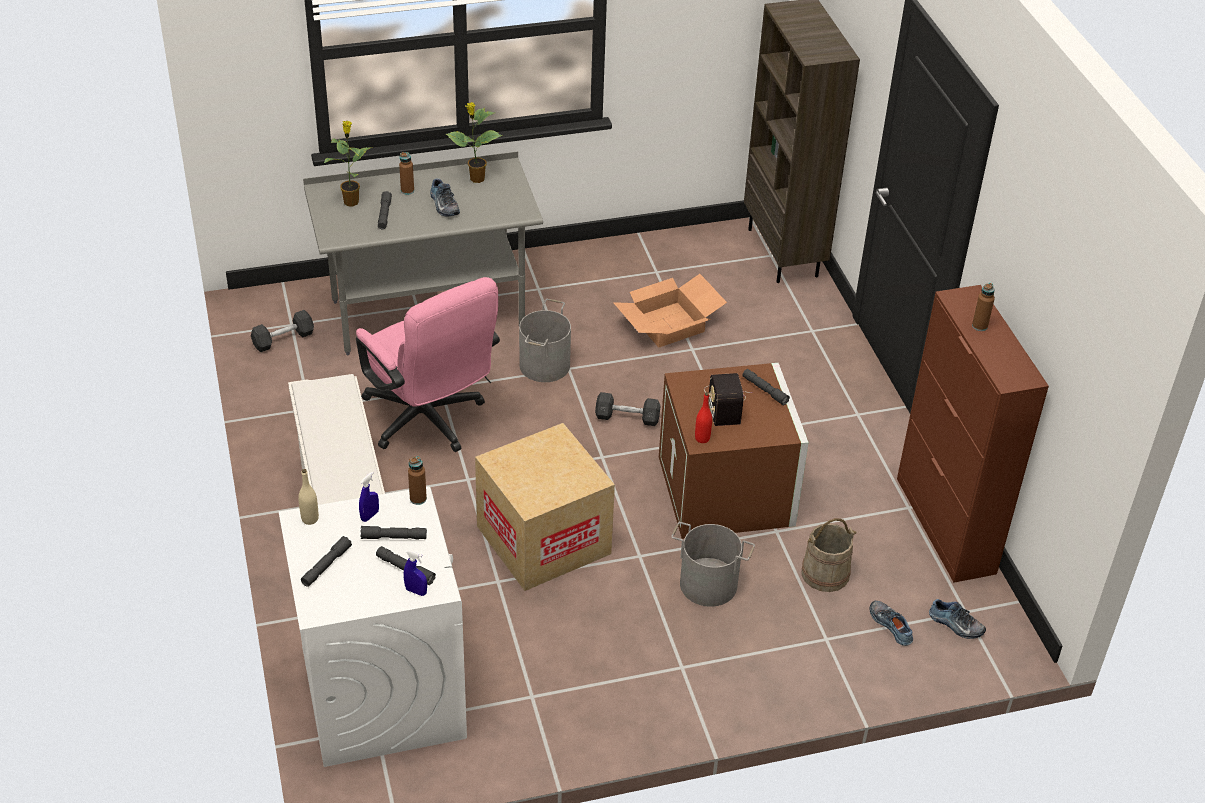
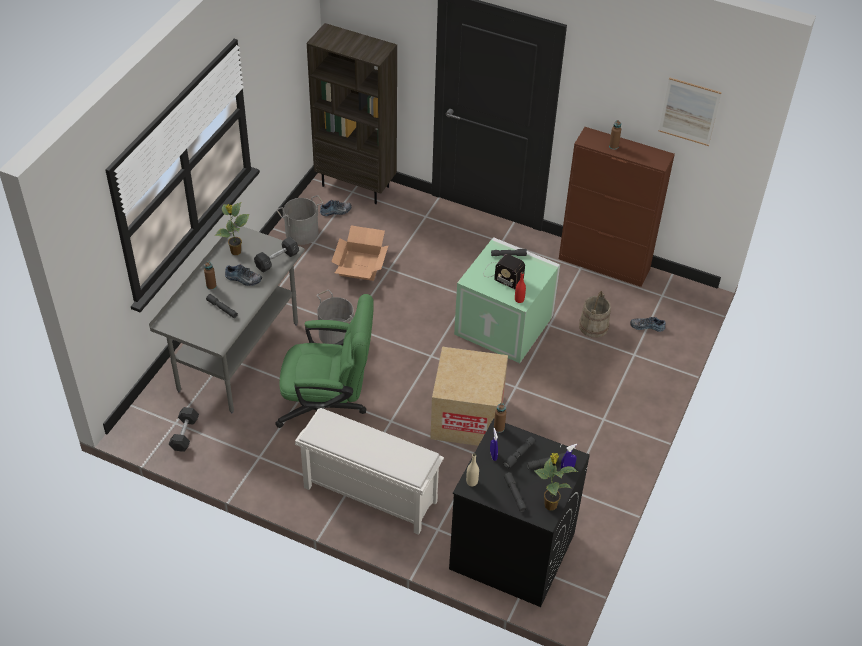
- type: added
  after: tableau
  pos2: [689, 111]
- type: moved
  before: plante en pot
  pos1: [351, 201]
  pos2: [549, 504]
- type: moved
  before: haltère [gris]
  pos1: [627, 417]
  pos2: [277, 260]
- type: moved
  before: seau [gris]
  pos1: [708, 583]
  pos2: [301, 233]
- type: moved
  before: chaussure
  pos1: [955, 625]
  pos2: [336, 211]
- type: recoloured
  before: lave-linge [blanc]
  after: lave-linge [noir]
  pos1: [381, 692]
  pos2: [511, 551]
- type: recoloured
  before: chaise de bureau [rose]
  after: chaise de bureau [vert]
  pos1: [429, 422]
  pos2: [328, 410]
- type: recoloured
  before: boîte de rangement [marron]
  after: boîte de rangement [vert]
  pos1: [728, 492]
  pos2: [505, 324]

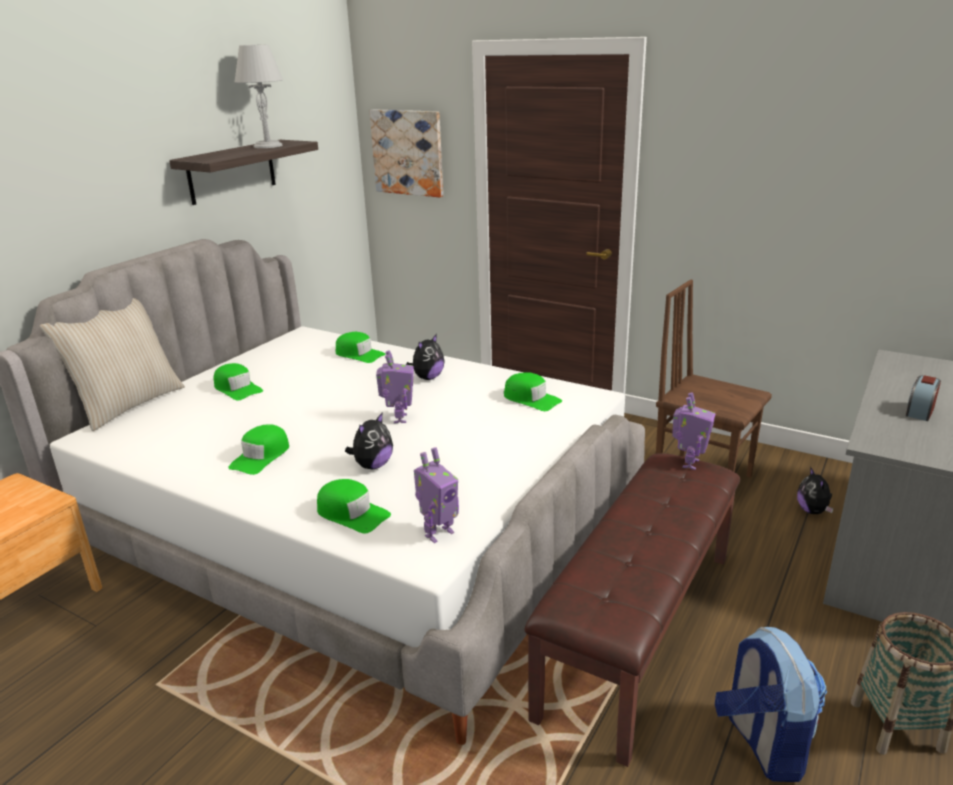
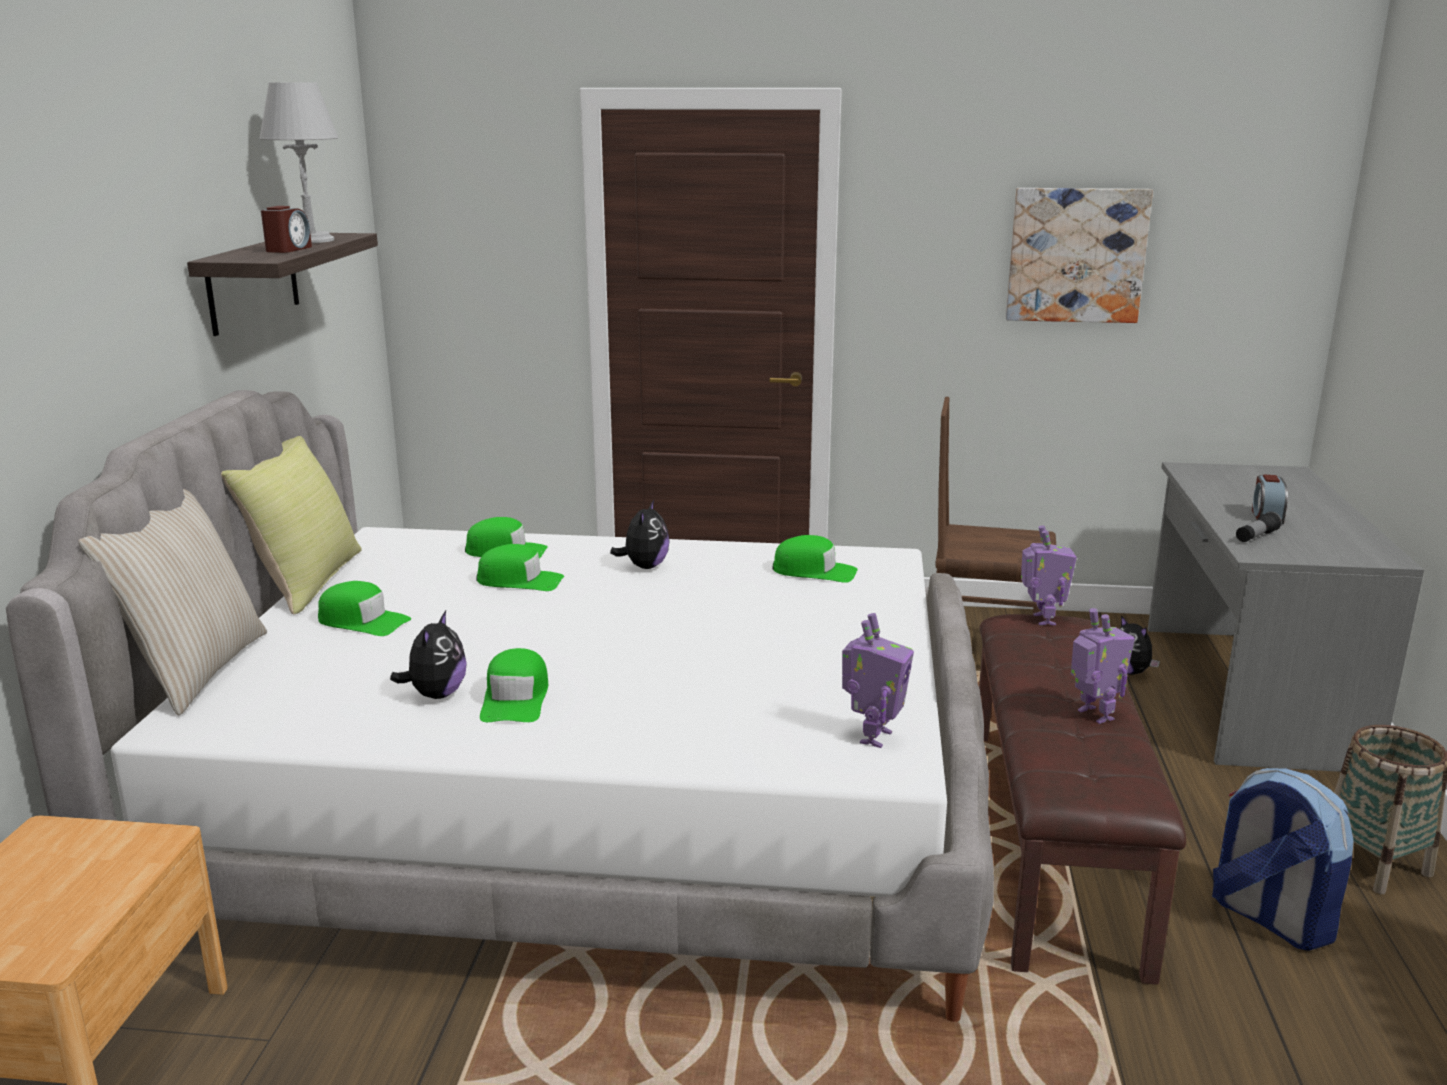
- type: added
  after: coussin [jaune]
  pos2: [306, 581]
- type: added
  after: réveil
  pos2: [288, 249]
- type: added
  after: lampe de poche
  pos2: [1256, 537]
- type: moved
  before: casquette [vert]
  pos1: [352, 513]
  pos2: [520, 581]
- type: moved
  before: peluche
  pos1: [372, 465]
  pos2: [436, 694]
- type: moved
  before: tableau
  pos1: [408, 152]
  pos2: [1076, 255]
- type: moved
  before: robot jouet
  pos1: [398, 418]
  pos2: [1094, 715]

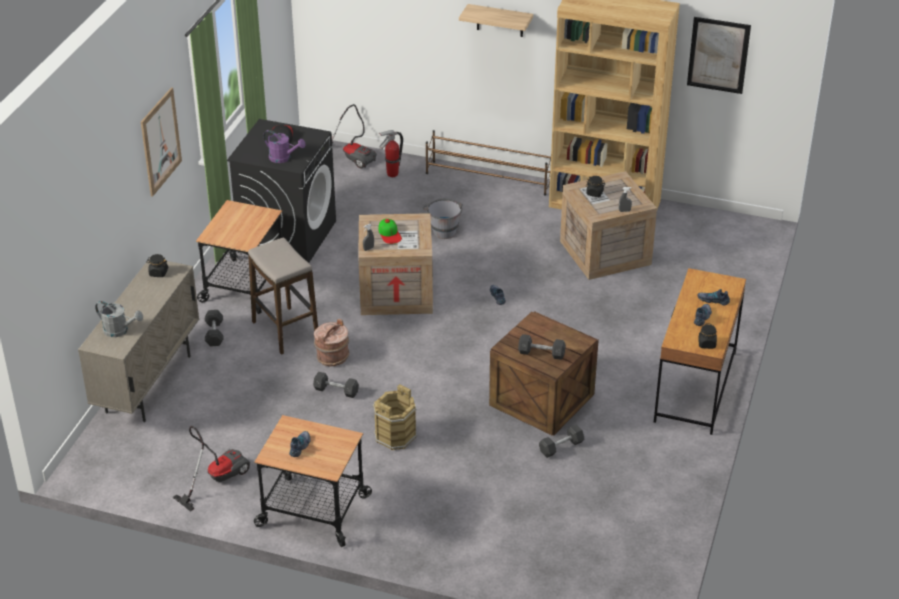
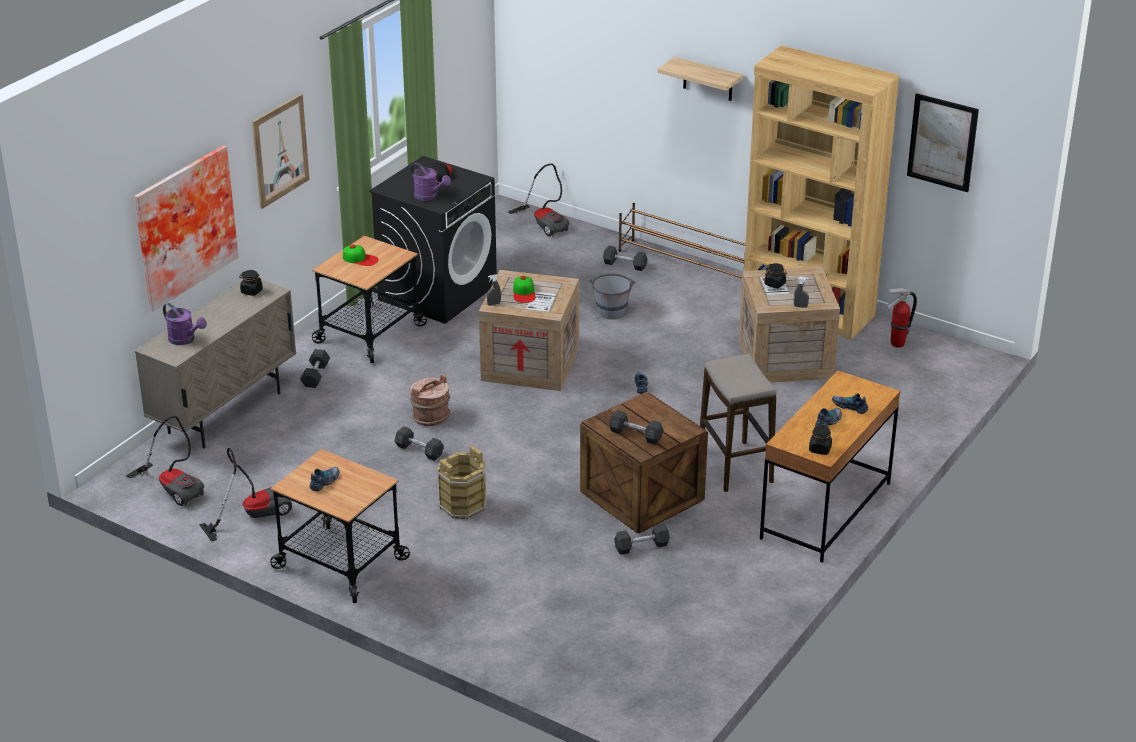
- type: added
  after: aspirateur
  pos2: [174, 487]
- type: added
  after: tableau
  pos2: [183, 226]
- type: added
  after: casquette
  pos2: [360, 259]
- type: added
  after: haltère [gris]
  pos2: [625, 265]
- type: moved
  before: tabouret
  pos1: [285, 331]
  pos2: [735, 467]
- type: moved
  before: extincteur
  pos1: [392, 174]
  pos2: [897, 344]
- type: recoloured
  before: arrosoir [gris]
  after: arrosoir [violet]
  pos1: [120, 331]
  pos2: [185, 340]

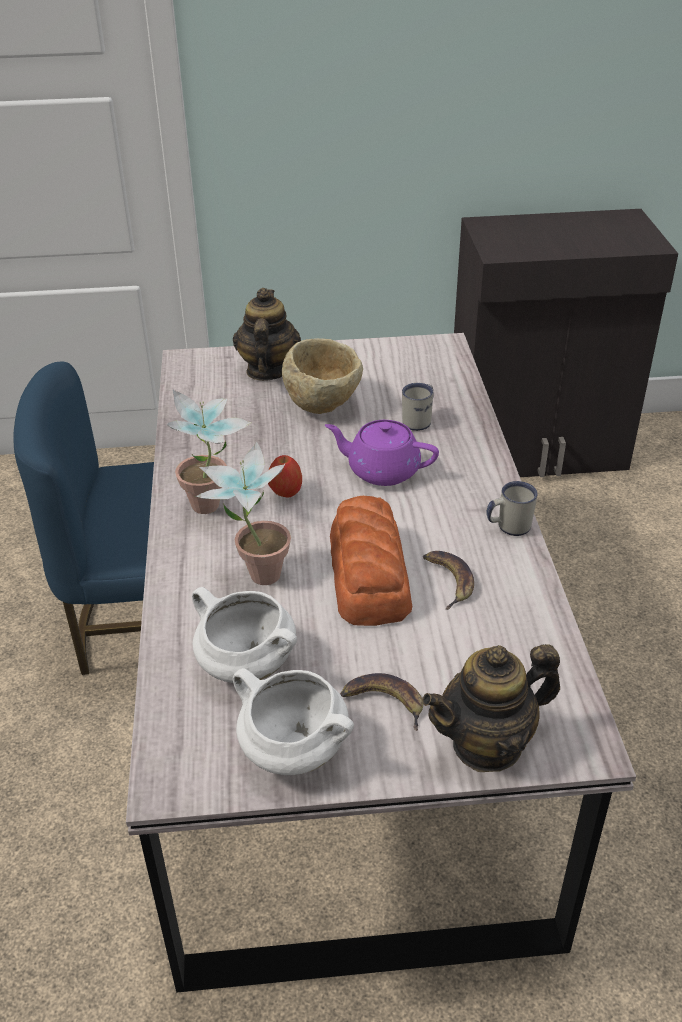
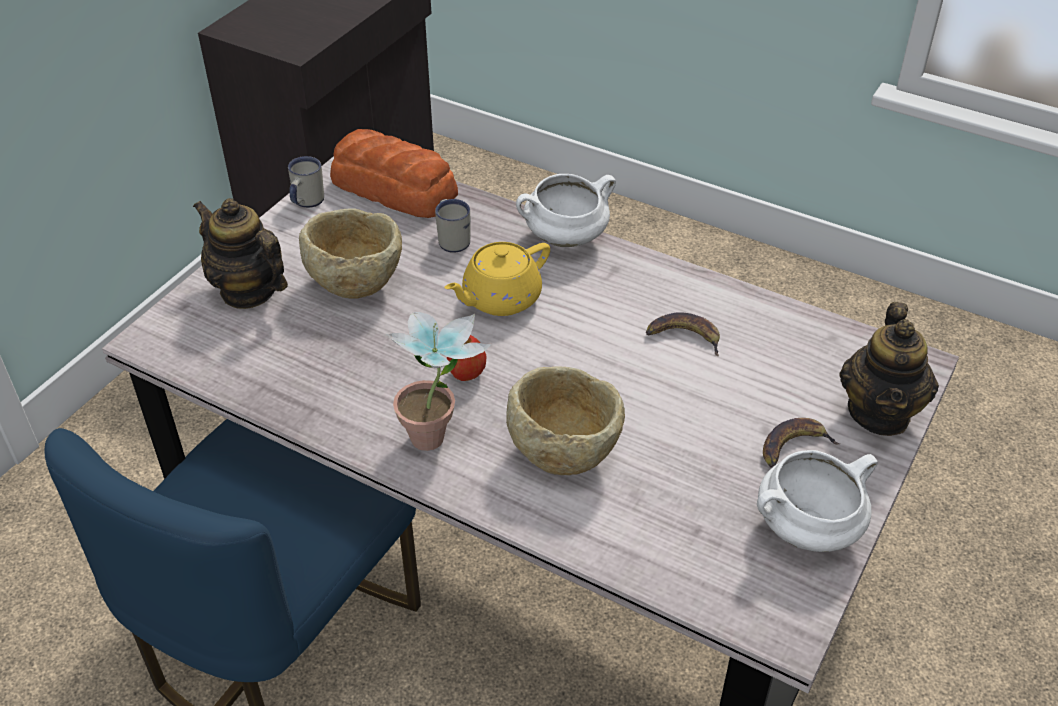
- type: moved
  before: marmite [blanc]
  pos1: [245, 665]
  pos2: [565, 239]
- type: moved
  before: pain
  pos1: [368, 575]
  pos2: [395, 189]
- type: moved
  before: mug [blanc]
  pos1: [508, 527]
  pos2: [306, 202]
- type: replaced
  before: plante en pot
  after: bol [beige]
  pos1: [253, 574]
  pos2: [564, 451]
- type: recoloured
  before: théière [violet]
  after: théière [jaune]
  pos1: [381, 470]
  pos2: [500, 298]

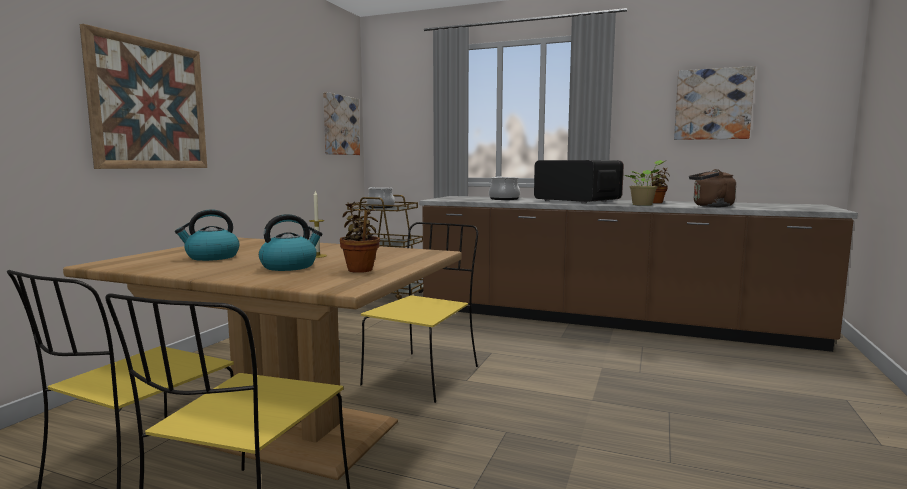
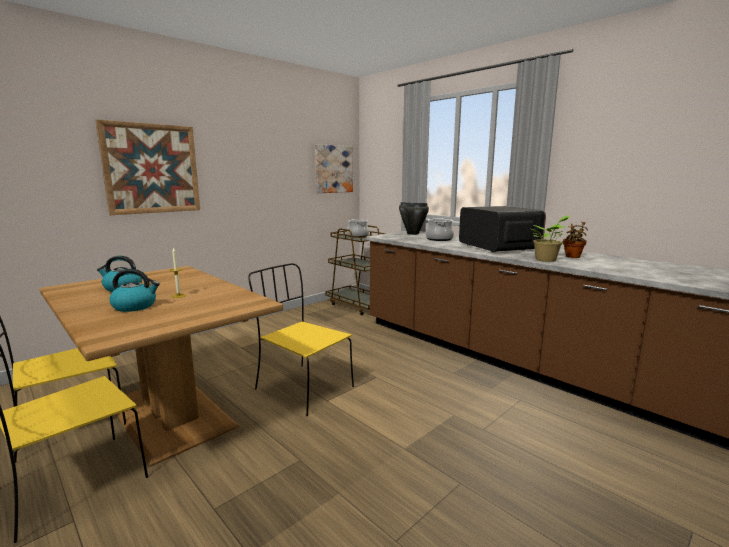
- type: removed
  before: plante en pot
  pos1: [360, 269]
- type: removed
  before: tableau
  pos1: [712, 104]
- type: removed
  before: bouilloire [marron]
  pos1: [710, 206]
- type: added
  after: marmite [noir]
  pos2: [412, 233]
- type: turned
  before: chaise [jaune]
  pos1: [423, 375]
  pos2: [302, 387]
  turn: -105

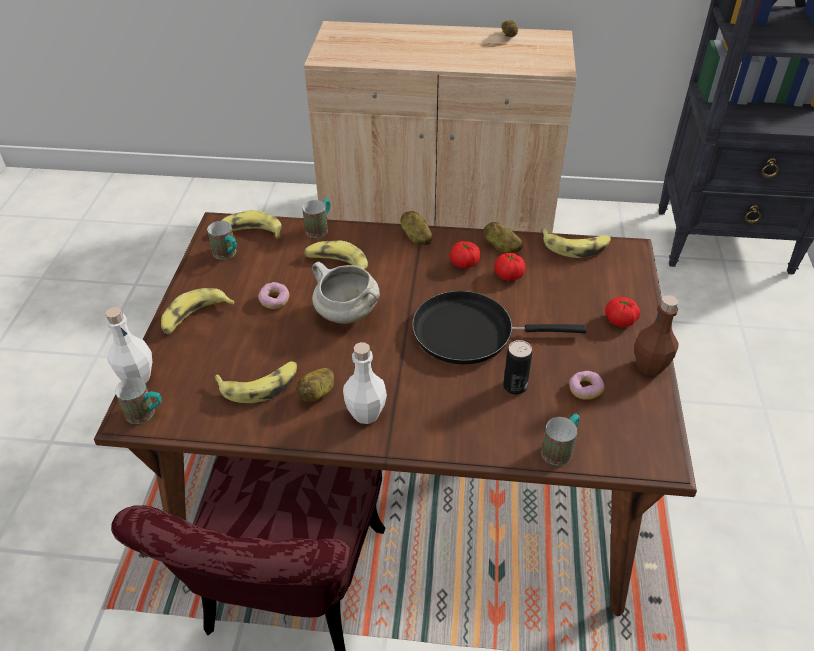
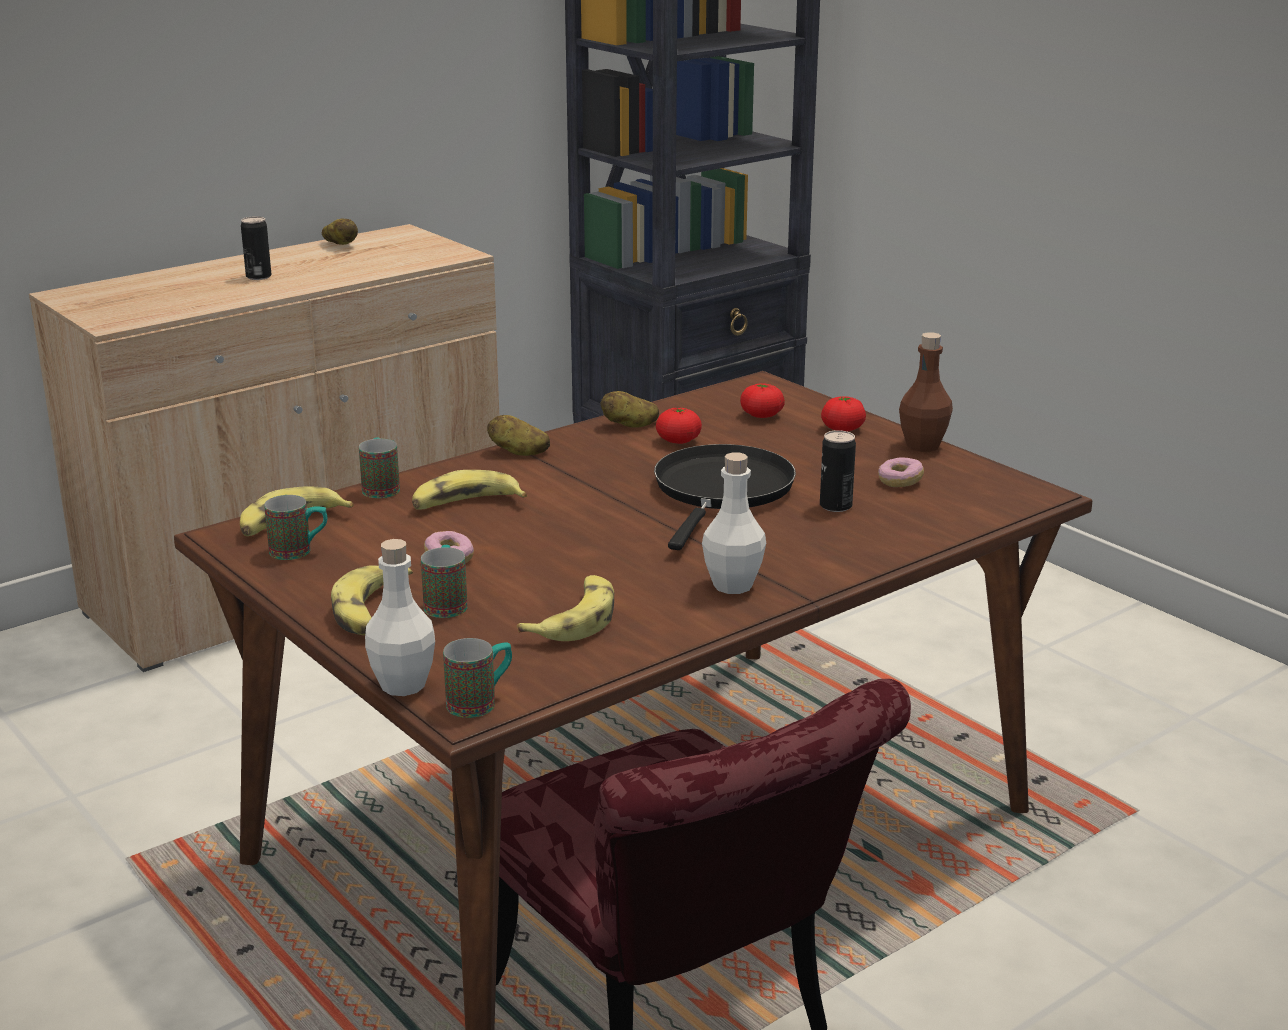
- type: removed
  before: pomme de terre
  pos1: [318, 393]
- type: removed
  before: marmite [blanc]
  pos1: [346, 314]
- type: removed
  before: banane
  pos1: [575, 247]
- type: added
  after: boîte métallique
  pos2: [258, 276]
- type: moved
  before: tomate
  pos1: [464, 263]
  pos2: [761, 415]
- type: moved
  before: mug
  pos1: [560, 449]
  pos2: [446, 603]
- type: turned
  before: poêle [noir]
  pos1: [470, 332]
  pos2: [721, 491]
  turn: 150

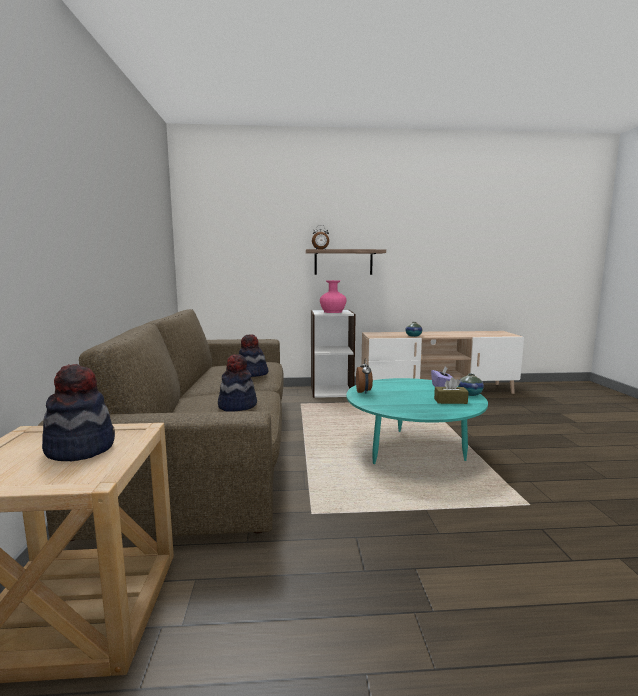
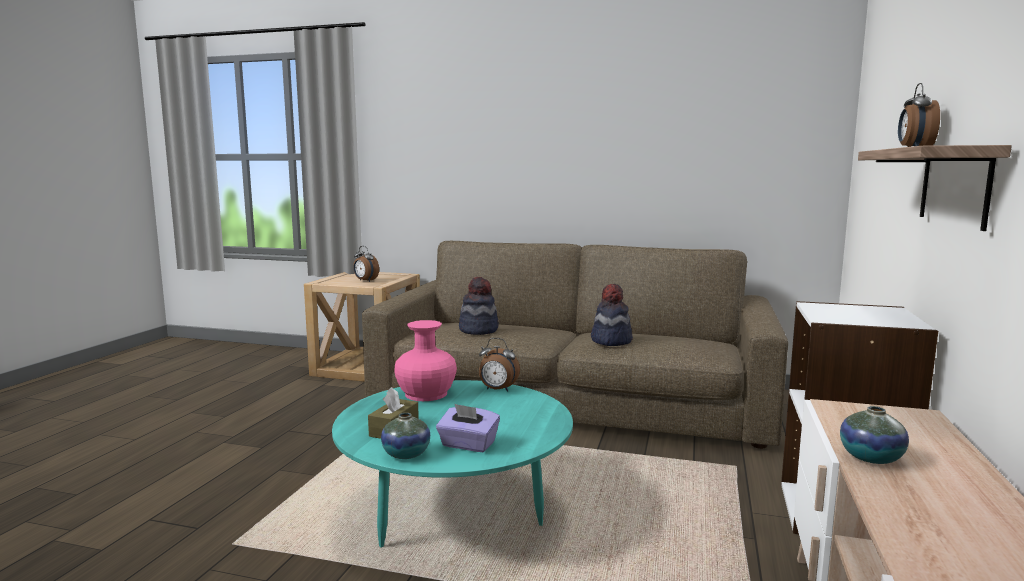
- type: moved
  before: vase [rose]
  pos1: [333, 312]
  pos2: [426, 394]
- type: replaced
  before: chapeau
  after: réveil
  pos1: [80, 448]
  pos2: [365, 281]

